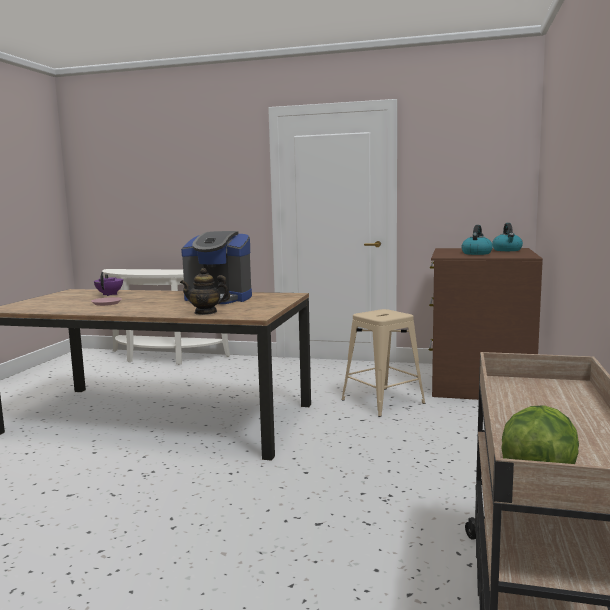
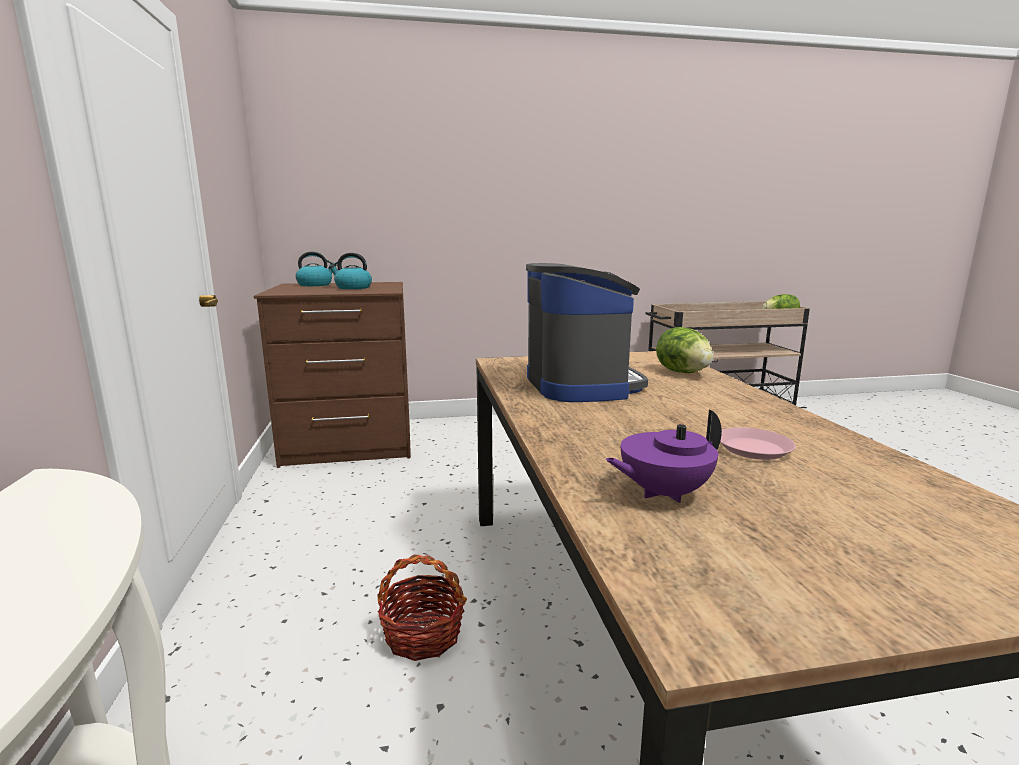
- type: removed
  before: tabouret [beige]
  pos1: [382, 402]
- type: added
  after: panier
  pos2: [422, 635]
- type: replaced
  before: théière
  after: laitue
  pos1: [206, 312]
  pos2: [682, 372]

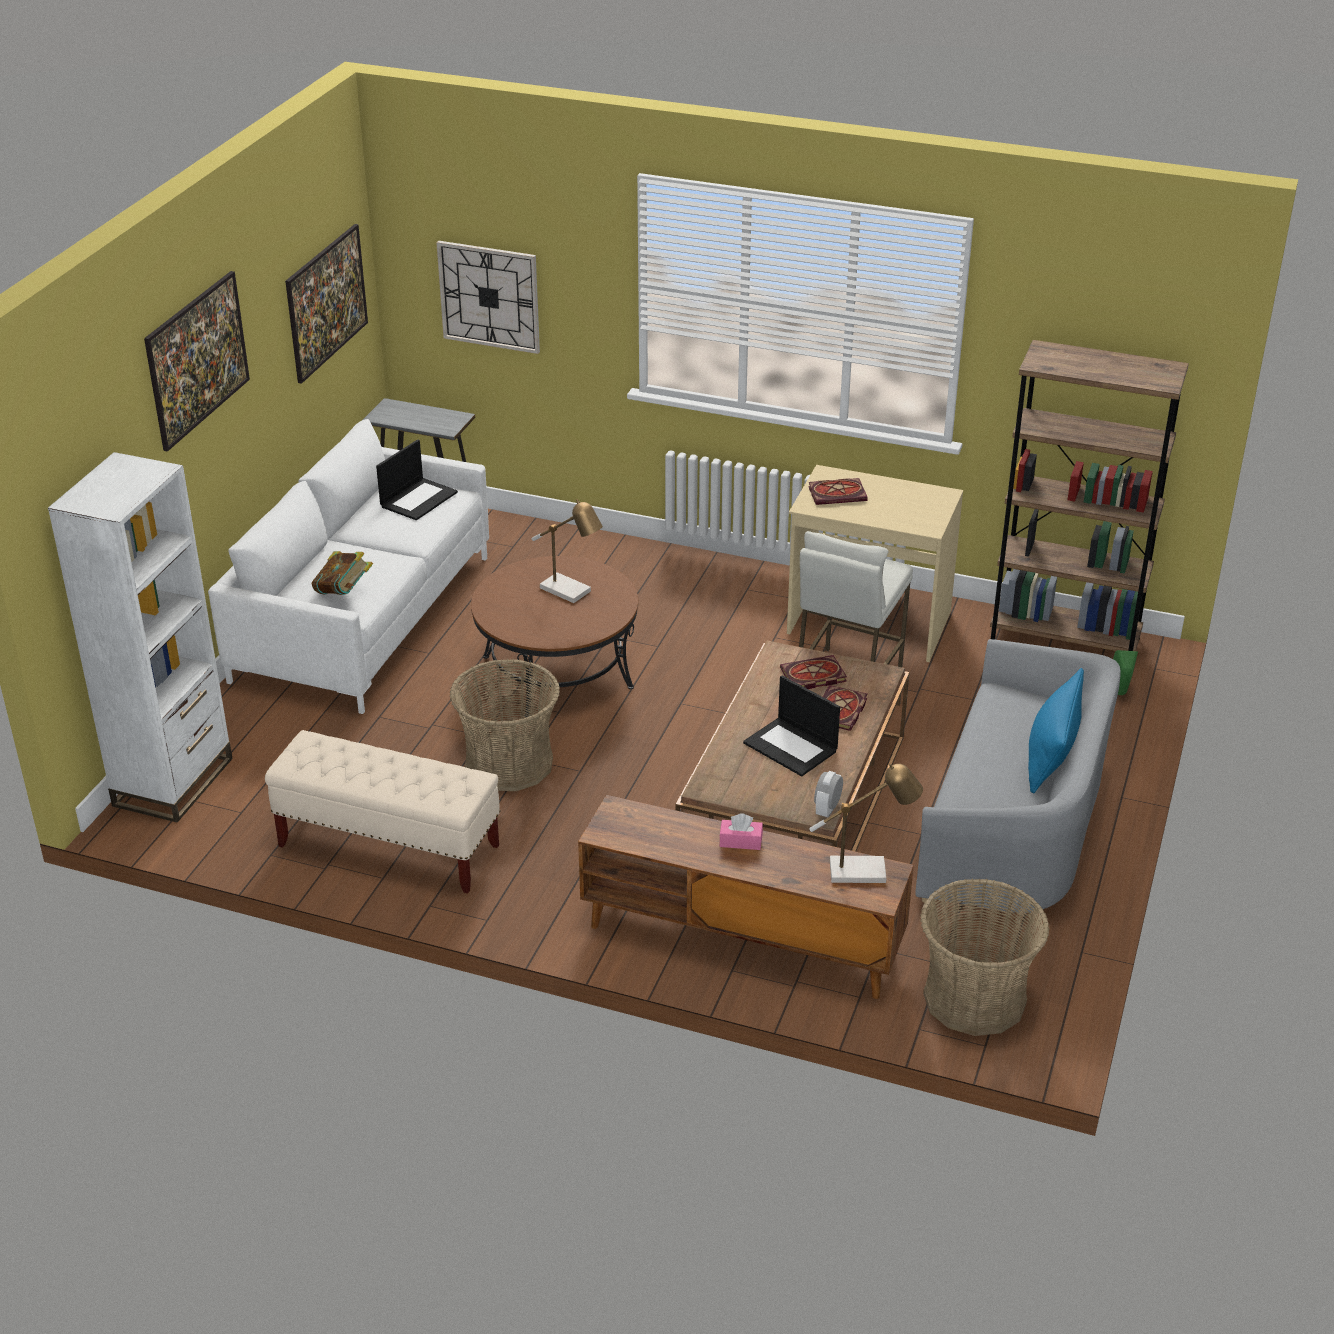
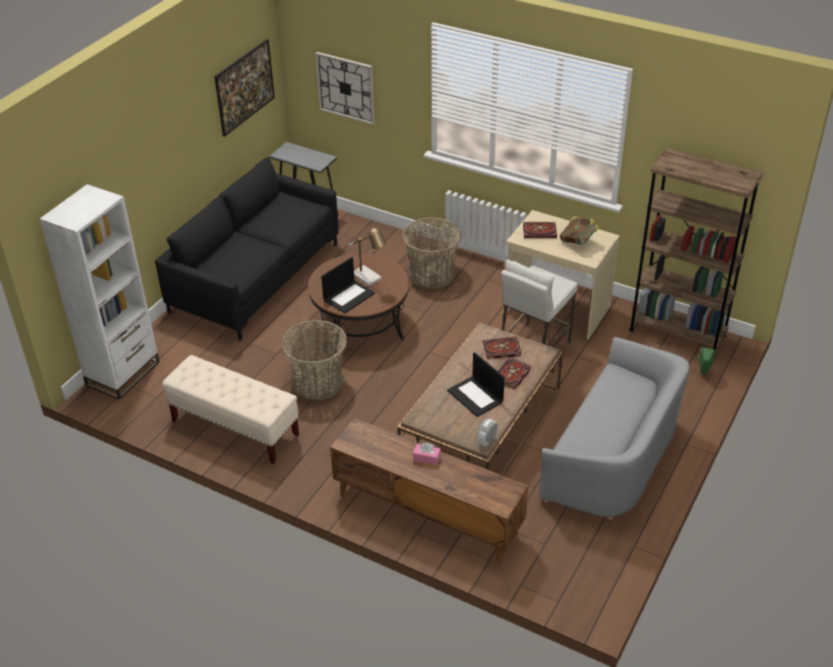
- type: removed
  before: tableau
  pos1: [201, 386]
- type: removed
  before: lampe de table
  pos1: [866, 871]
- type: removed
  before: coussin [bleu]
  pos1: [1051, 755]
- type: moved
  before: livre
  pos1: [344, 592]
  pos2: [578, 242]
- type: moved
  before: ordinateur portable
  pos1: [418, 499]
  pos2: [349, 296]
- type: moved
  before: panier
  pos1: [974, 998]
  pos2: [431, 274]
- type: recoloured
  before: canapé [blanc]
  after: canapé [noir]
  pos1: [363, 618]
  pos2: [255, 277]

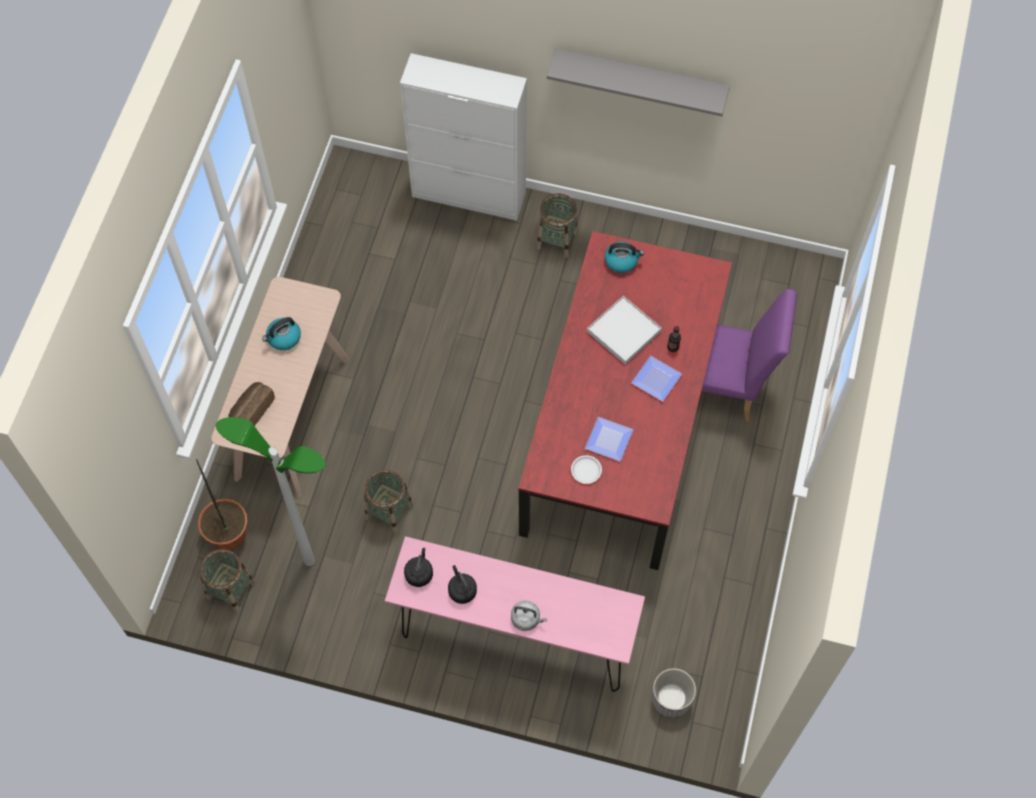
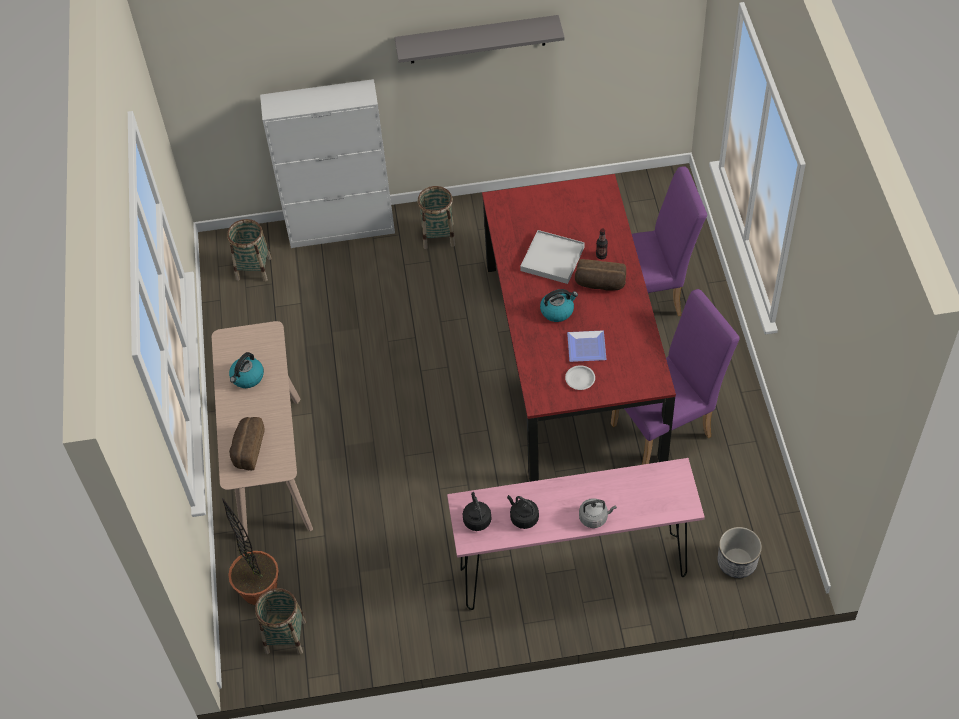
- type: removed
  before: lampadaire
  pos1: [309, 561]
- type: added
  after: chaise [violet]
  pos2: [668, 427]
- type: moved
  before: panier
  pos1: [389, 511]
  pos2: [253, 268]
- type: moved
  before: bouilloire
  pos1: [621, 261]
  pos2: [557, 311]
- type: replaced
  before: assiette
  after: pain
  pos1: [656, 378]
  pos2: [600, 284]

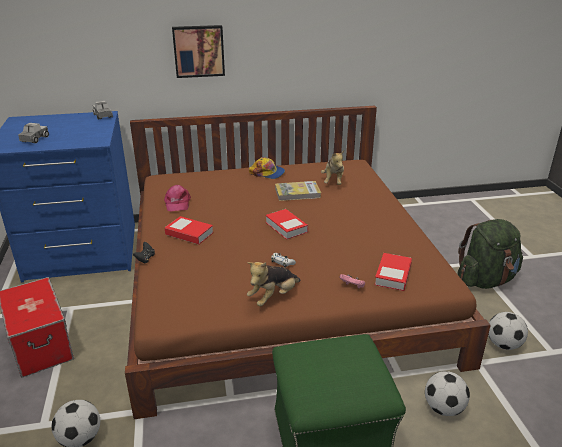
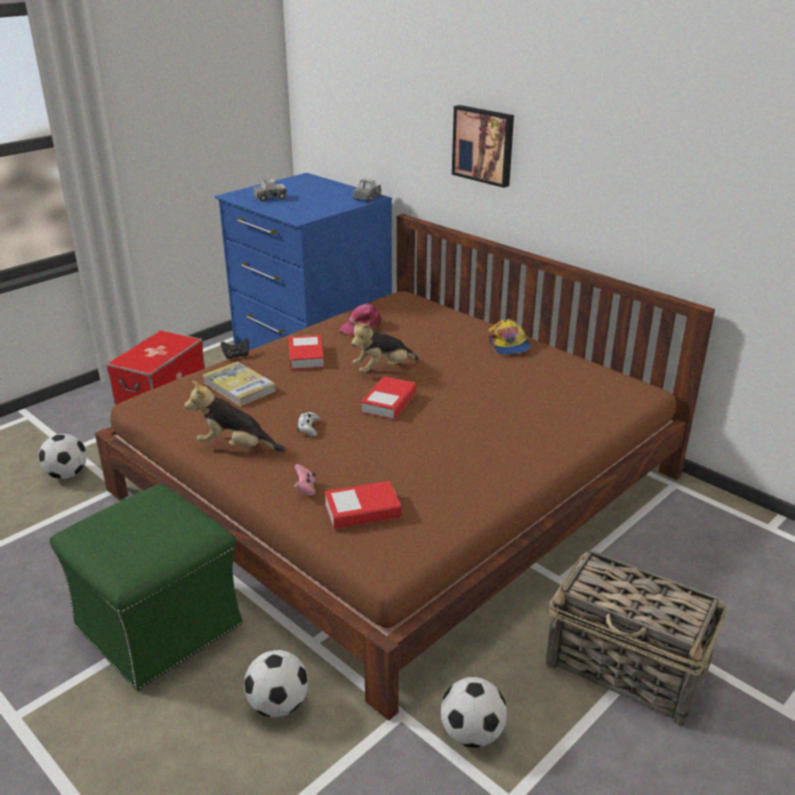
- type: moved
  before: livre
  pos1: [297, 193]
  pos2: [239, 386]
- type: moved
  before: peluche
  pos1: [333, 181]
  pos2: [382, 370]
- type: replaced
  before: sac à dos [vert]
  after: panier
  pos1: [485, 280]
  pos2: [628, 667]

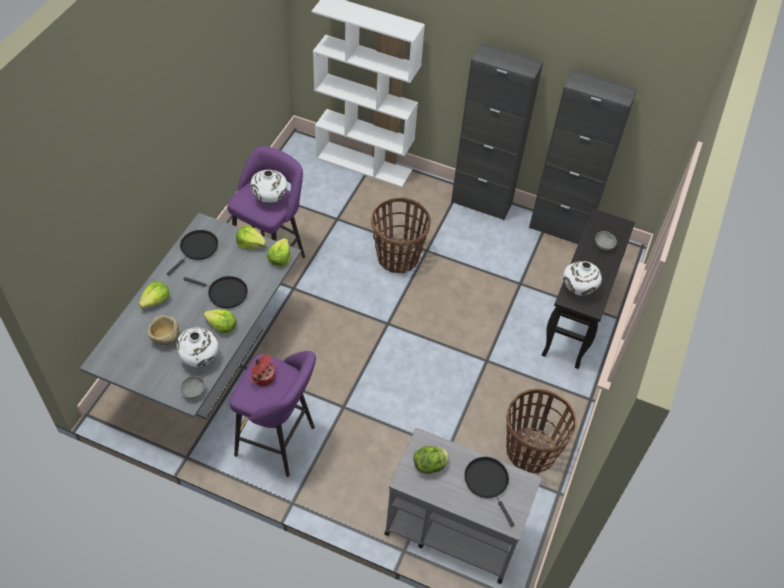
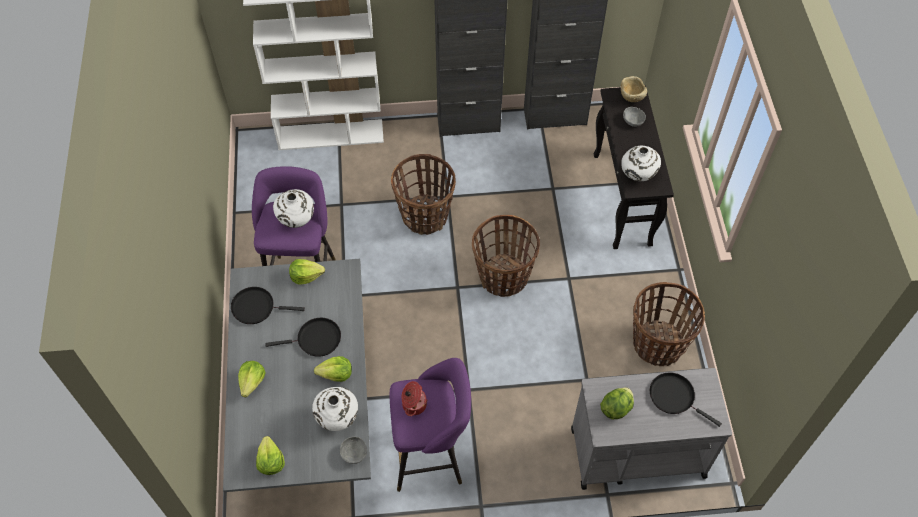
- type: added
  after: panier
  pos2: [503, 277]
- type: moved
  before: bol [beige]
  pos1: [165, 338]
  pos2: [631, 97]
- type: moved
  before: laitue
  pos1: [279, 258]
  pos2: [270, 461]
- type: turned
  before: poêle [noir]
  pos1: [197, 249]
  pos2: [256, 307]
  turn: -90

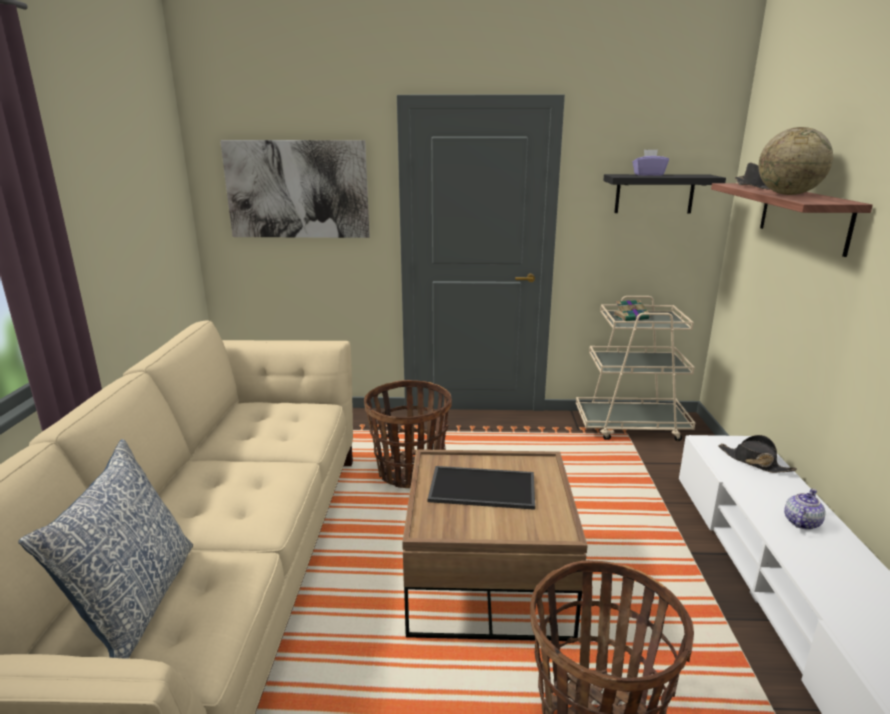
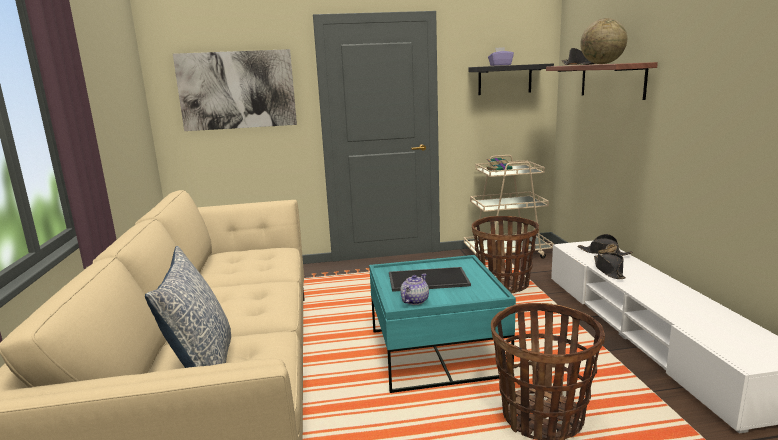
- type: added
  after: chapeau [noir]
  pos2: [609, 270]
- type: moved
  before: panier
  pos1: [410, 472]
  pos2: [504, 284]
- type: moved
  before: théière
  pos1: [801, 522]
  pos2: [414, 301]
- type: recoloured
  before: table basse [marron]
  after: table basse [turquoise]
  pos1: [487, 580]
  pos2: [436, 353]

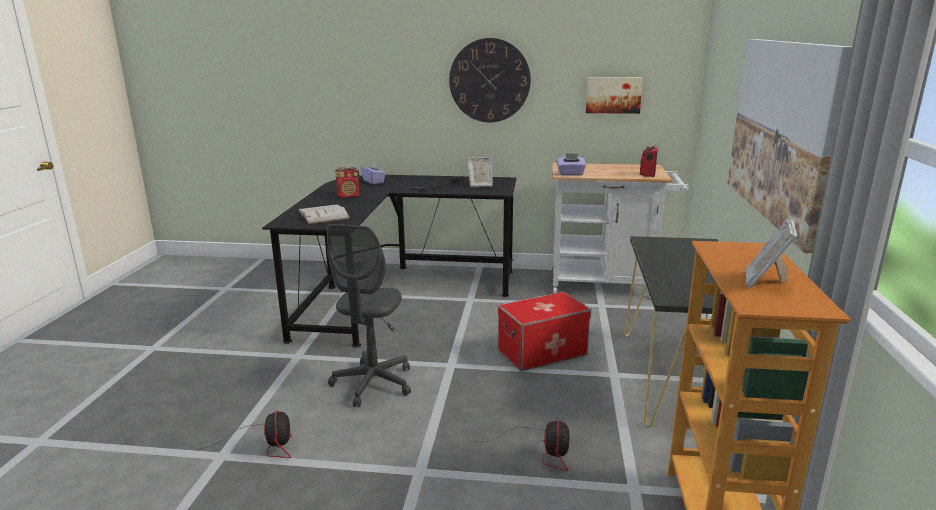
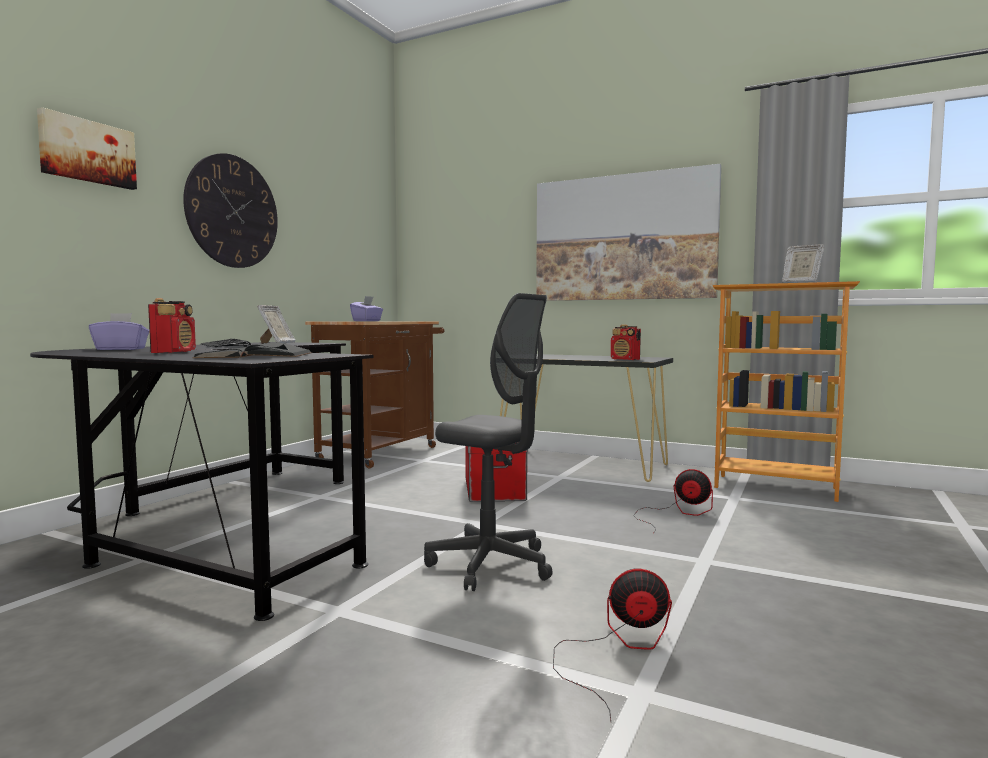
- type: moved
  before: tableau
  pos1: [613, 95]
  pos2: [87, 151]
- type: moved
  before: radio
  pos1: [647, 174]
  pos2: [625, 359]
- type: recoloured
  before: livre [blanc]
  after: livre [noir]
  pos1: [323, 214]
  pos2: [256, 355]
- type: recoloured
  before: chariot [blanc]
  after: chariot [marron]
  pos1: [608, 285]
  pos2: [382, 452]

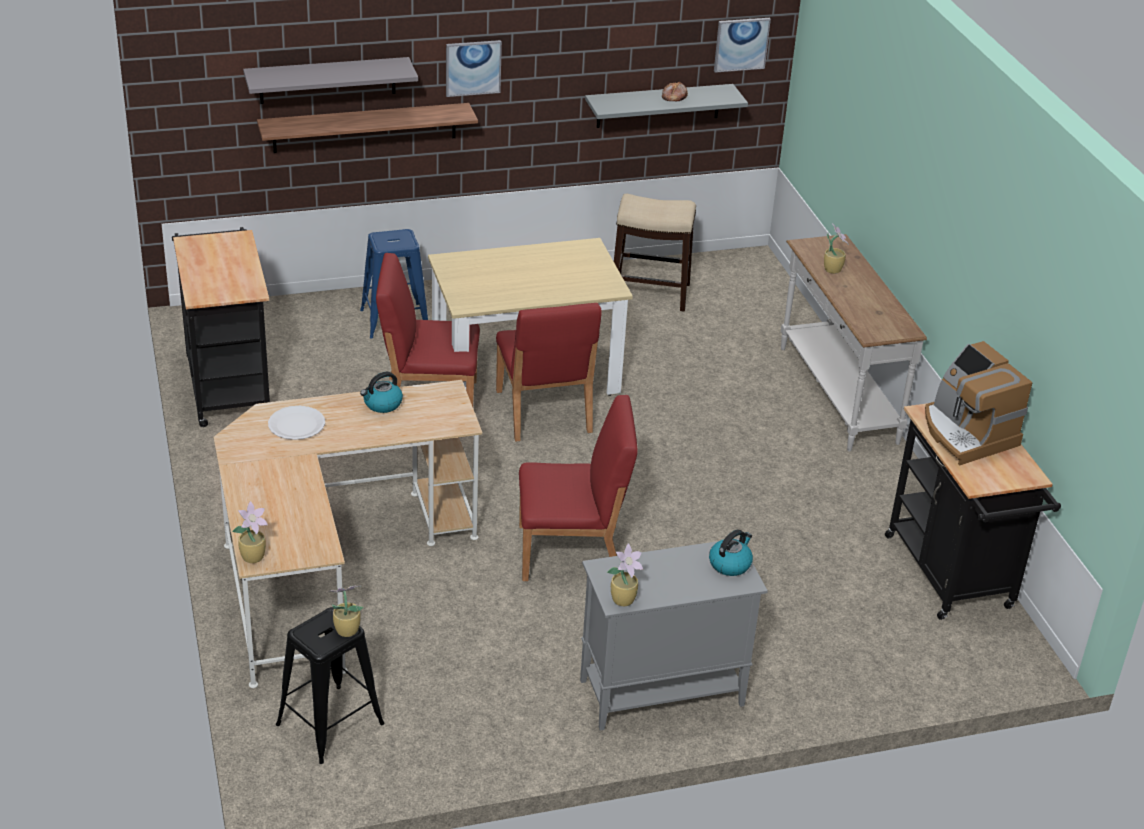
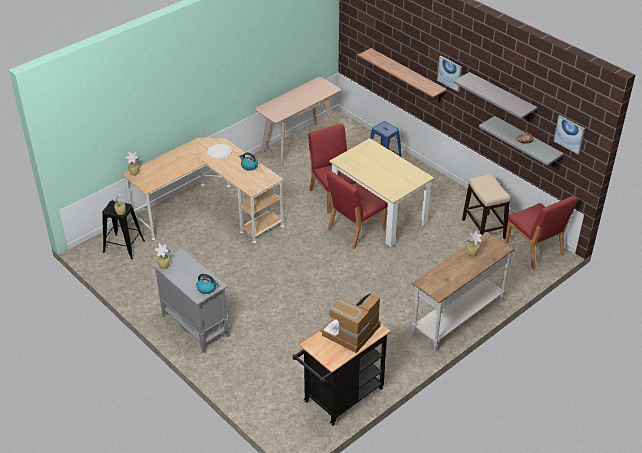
- type: moved
  before: étagère [gris]
  pos1: [327, 80]
  pos2: [501, 97]
- type: moved
  before: chaise [rouge]
  pos1: [572, 553]
  pos2: [534, 249]
- type: replaced
  before: chariot [noir]
  after: table console [beige]
  pos1: [227, 384]
  pos2: [299, 144]

